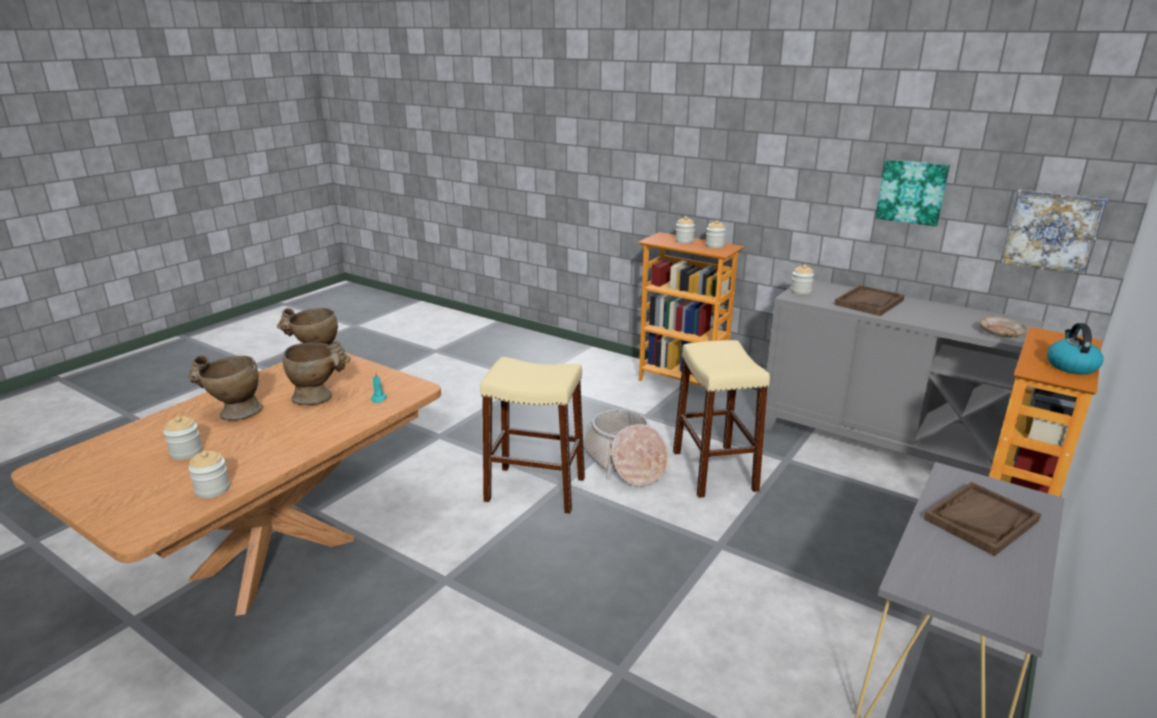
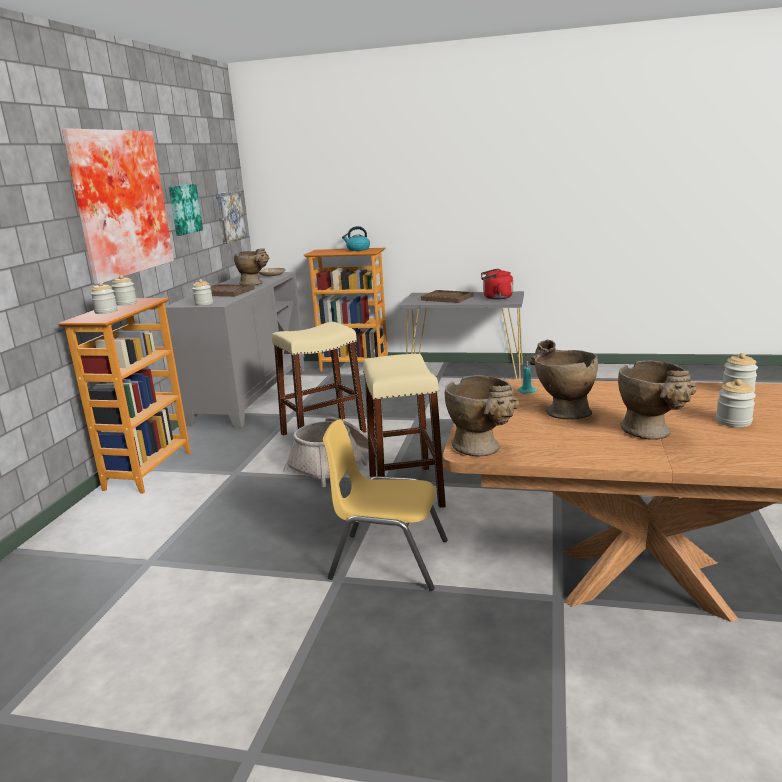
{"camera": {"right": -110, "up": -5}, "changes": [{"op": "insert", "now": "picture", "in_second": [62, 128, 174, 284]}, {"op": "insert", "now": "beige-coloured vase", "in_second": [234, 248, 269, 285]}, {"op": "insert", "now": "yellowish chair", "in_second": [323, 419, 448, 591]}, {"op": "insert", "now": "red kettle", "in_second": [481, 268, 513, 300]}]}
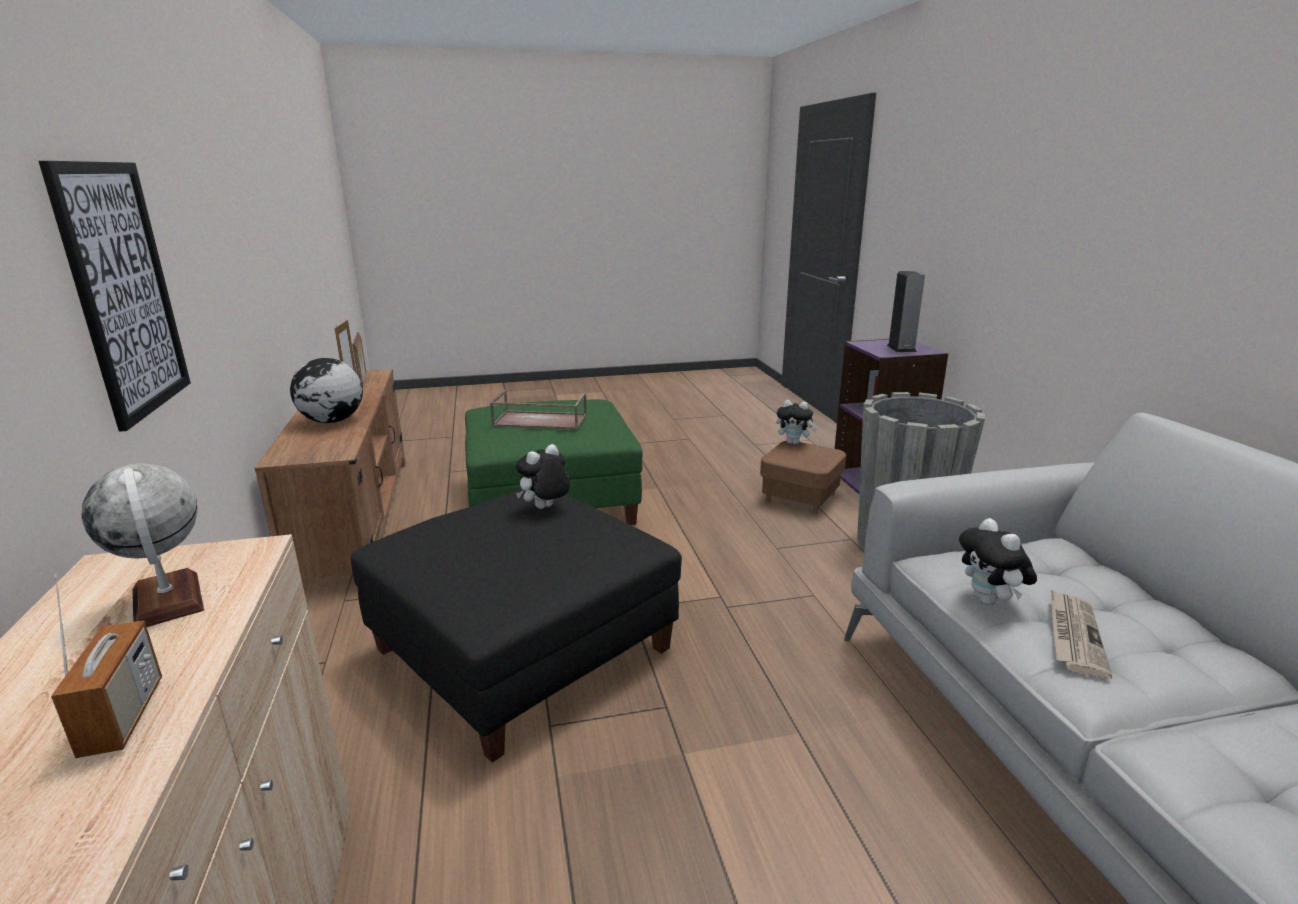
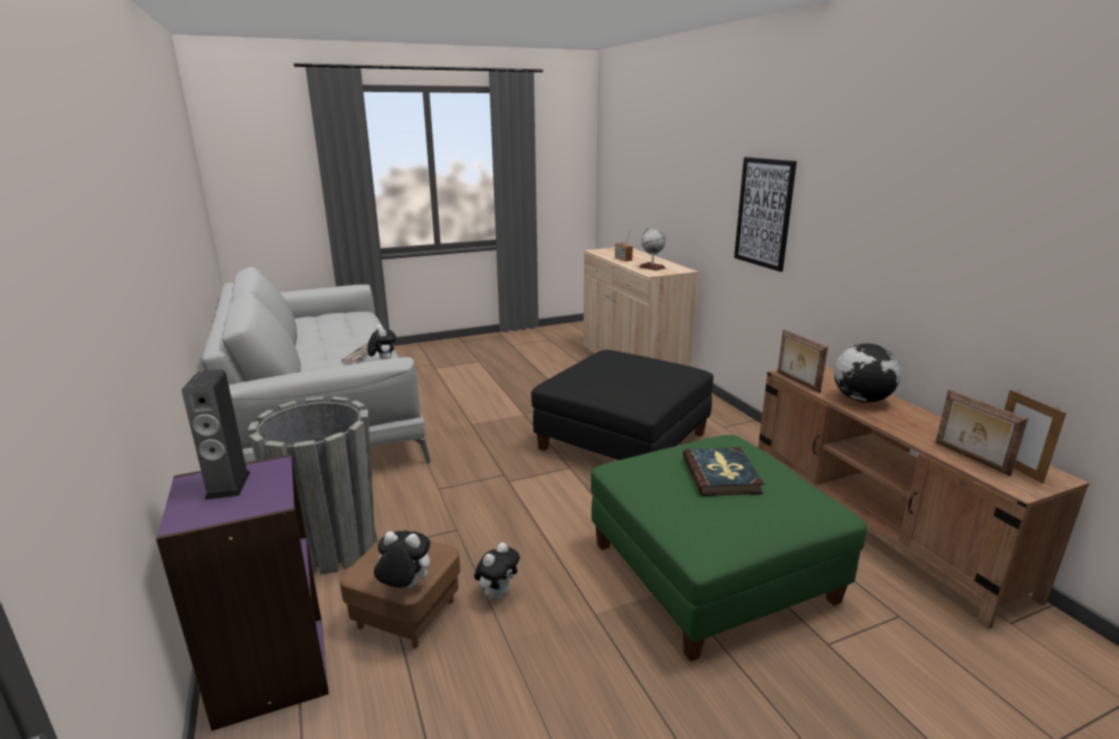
{"camera": {"right": 170, "up": 0}, "changes": [{"op": "insert", "now": "picture frame", "in_second": [777, 329, 828, 393]}, {"op": "move", "was": "cuddly toy", "in_first": [515, 444, 570, 509], "in_second": [474, 542, 520, 599]}, {"op": "replace", "was": "brown carrying tray", "now": "book", "in_first": [490, 390, 587, 430], "in_second": [683, 447, 764, 496]}]}
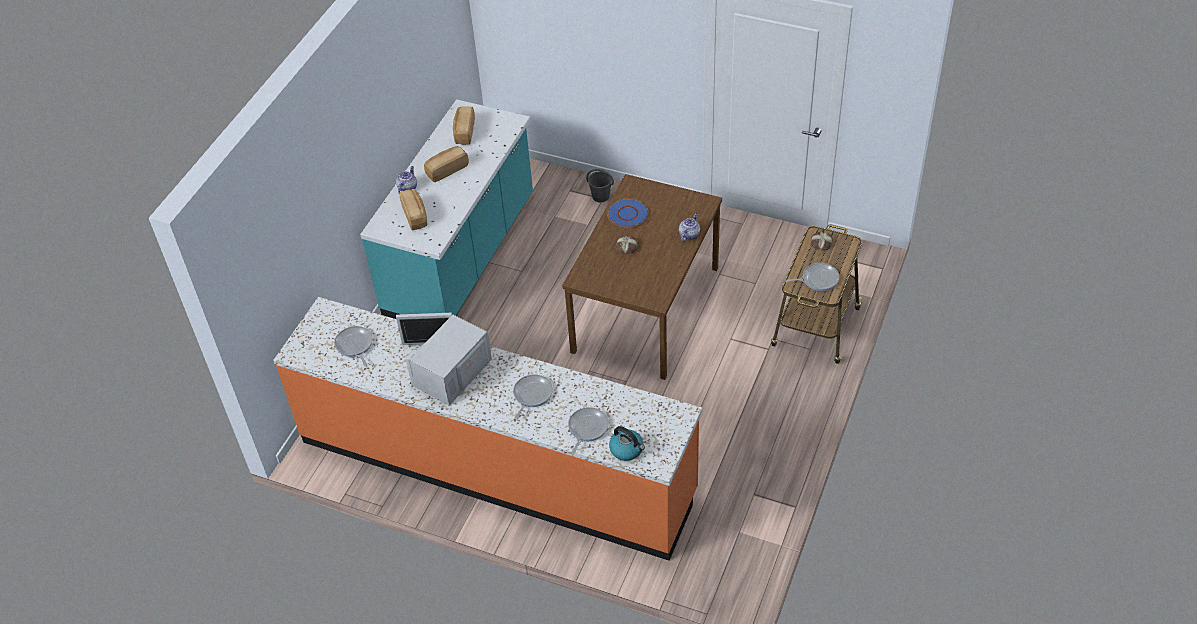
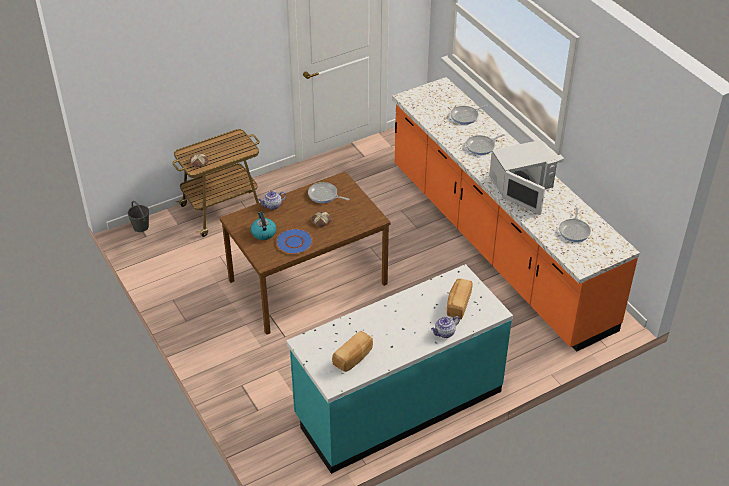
{"camera": {"right": -145, "up": -5}, "changes": [{"op": "delete", "was": "bakery bread", "in_first": [424, 146, 469, 182]}, {"op": "move", "was": "greyish bucket", "in_first": [586, 169, 614, 202], "in_second": [127, 201, 149, 232]}, {"op": "move", "was": "kettle", "in_first": [609, 426, 645, 461], "in_second": [250, 212, 276, 240]}, {"op": "move", "was": "frying pan", "in_first": [785, 263, 839, 291], "in_second": [308, 182, 349, 203]}]}
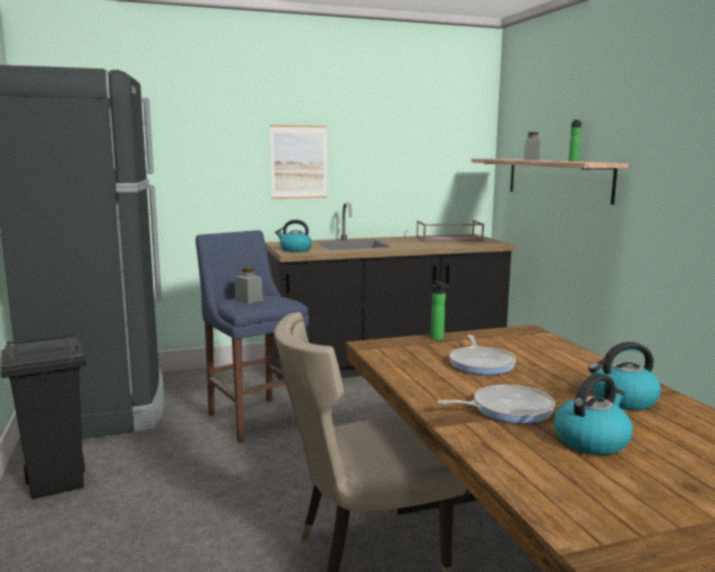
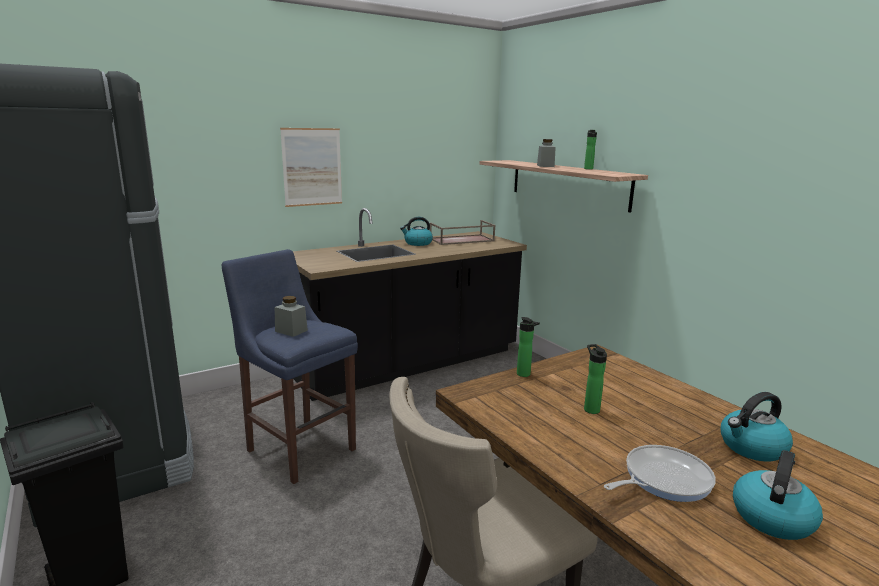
{"camera": {"right": -15, "up": 5}, "changes": [{"op": "move", "was": "kettle", "in_first": [275, 220, 312, 252], "in_second": [400, 217, 433, 246]}, {"op": "replace", "was": "frying pan", "now": "drink bottle", "in_first": [449, 335, 516, 375], "in_second": [584, 344, 607, 414]}]}
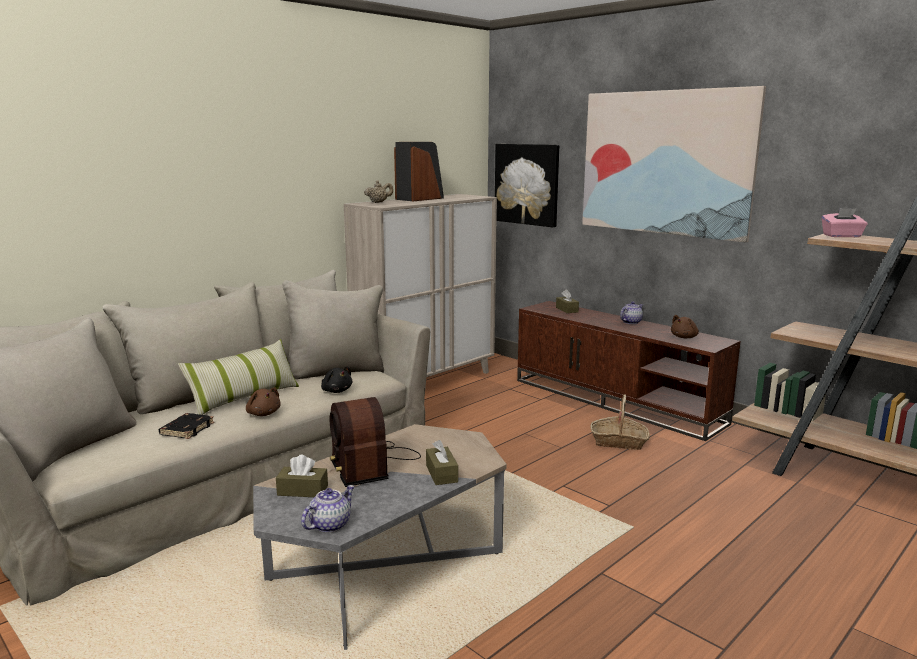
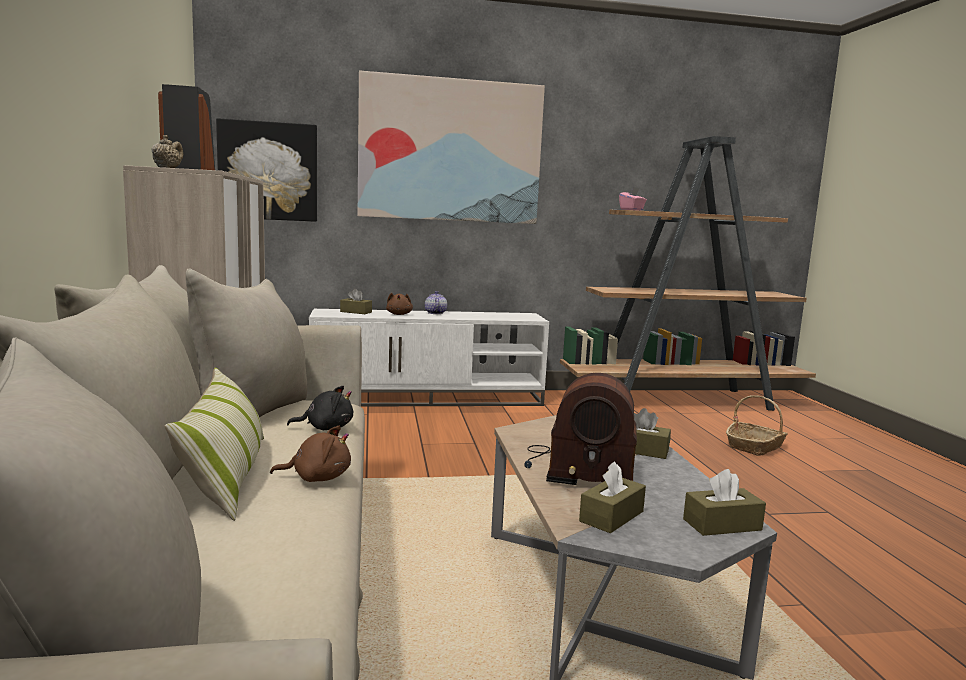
{"camera": {"right": -55, "up": -5}, "changes": [{"op": "delete", "was": "black book", "in_first": [159, 413, 214, 439]}, {"op": "move", "was": "storage basket", "in_first": [590, 394, 650, 450], "in_second": [726, 395, 788, 456]}, {"op": "move", "was": "brown cuddly toy", "in_first": [671, 315, 699, 338], "in_second": [386, 293, 413, 315]}, {"op": "replace", "was": "pot for tea", "now": "brown box of tissues", "in_first": [301, 485, 355, 533], "in_second": [683, 469, 766, 536]}, {"op": "recolor", "was": "brown media console", "now": "white media console", "in_first": [517, 301, 741, 441], "in_second": [309, 309, 549, 406]}]}
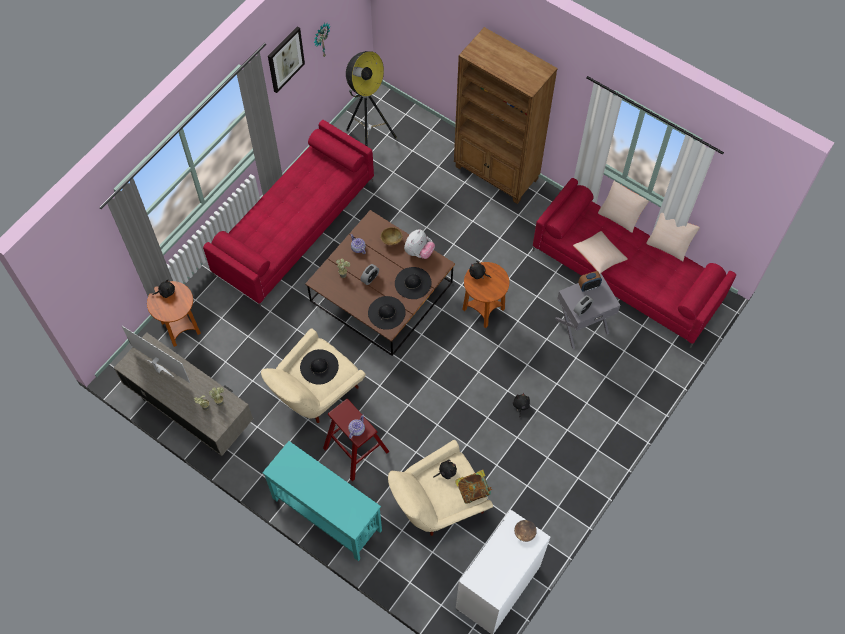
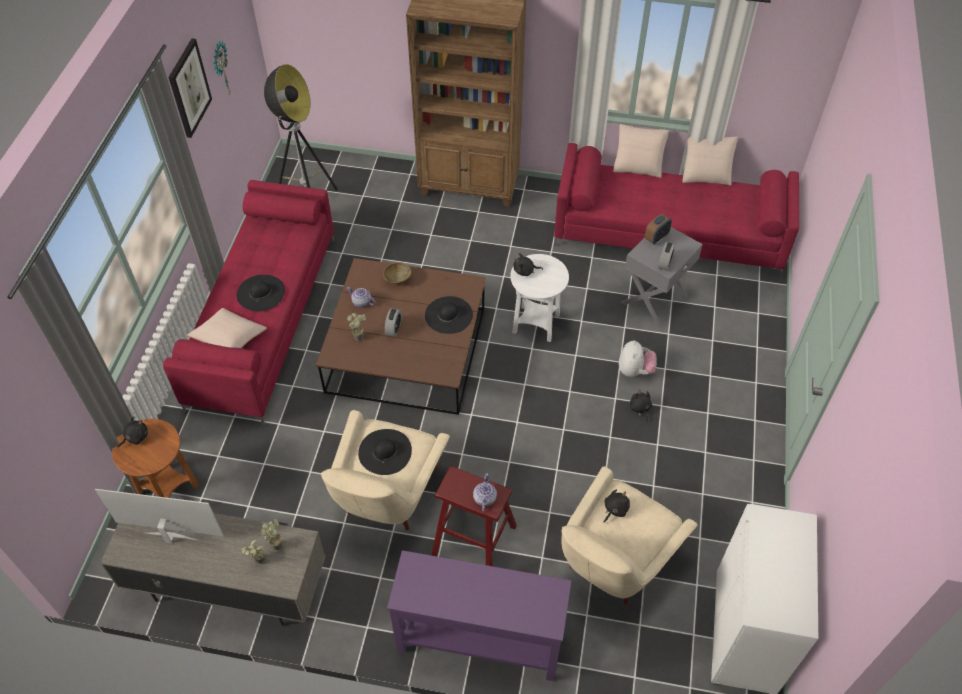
{"camera": {"right": -25, "up": -10}, "changes": [{"op": "delete", "was": "book", "in_first": [455, 470, 493, 504]}, {"op": "delete", "was": "brown serving bowl", "in_first": [514, 520, 537, 542]}, {"op": "move", "was": "black wearable hat", "in_first": [368, 296, 406, 330], "in_second": [237, 275, 285, 311]}, {"op": "move", "was": "cuddly toy", "in_first": [404, 230, 435, 259], "in_second": [619, 340, 657, 377]}, {"op": "move", "was": "beige-coloured cushion", "in_first": [573, 231, 628, 274], "in_second": [187, 308, 267, 348]}, {"op": "recolor", "was": "turquoise console table", "now": "purplish console table", "in_first": [262, 441, 382, 561], "in_second": [387, 550, 571, 681]}, {"op": "recolor", "was": "brown side table", "now": "white side table", "in_first": [462, 262, 509, 328], "in_second": [510, 254, 569, 342]}]}
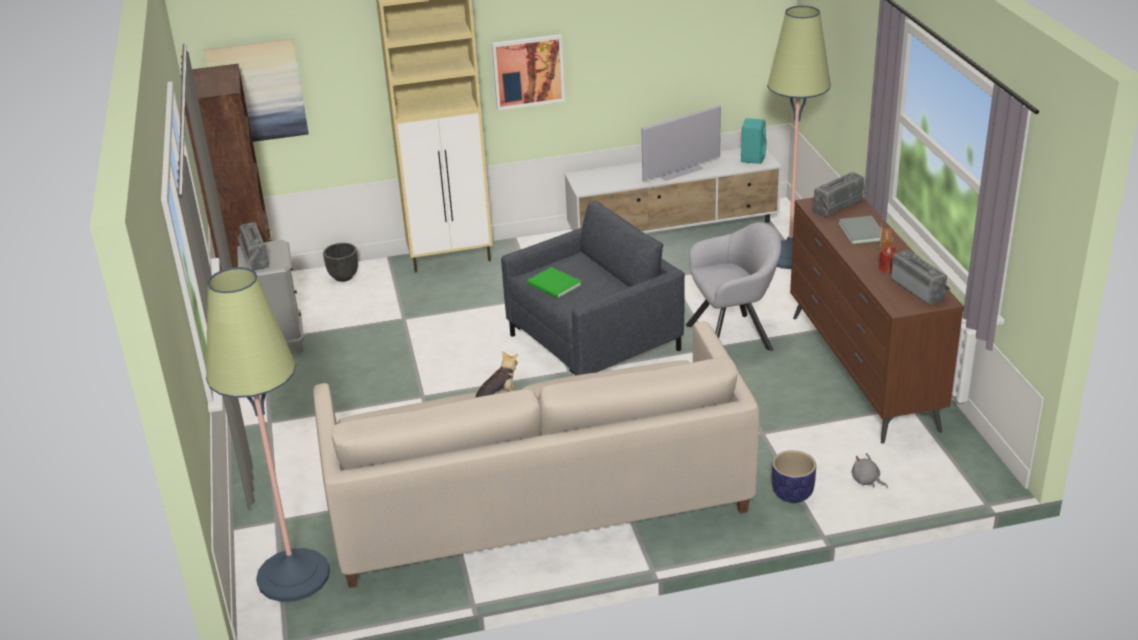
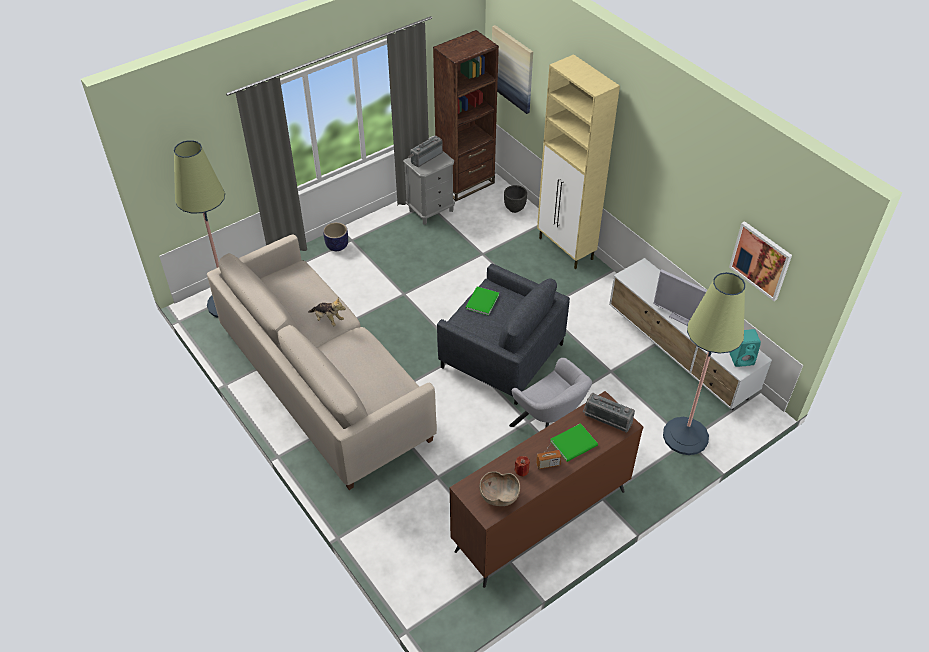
{"camera": {"right": 65, "up": 15}, "changes": [{"op": "delete", "was": "greyish cuddly toy", "in_first": [852, 453, 888, 488]}, {"op": "move", "was": "picture", "in_first": [492, 34, 565, 110], "in_second": [729, 221, 792, 301]}, {"op": "move", "was": "plant pot", "in_first": [772, 450, 816, 503], "in_second": [323, 222, 348, 251]}, {"op": "replace", "was": "radio receiver", "now": "brown serving bowl", "in_first": [891, 250, 951, 305], "in_second": [479, 471, 520, 506]}, {"op": "recolor", "was": "greyish book", "now": "green book", "in_first": [838, 216, 881, 244], "in_second": [550, 423, 598, 462]}]}
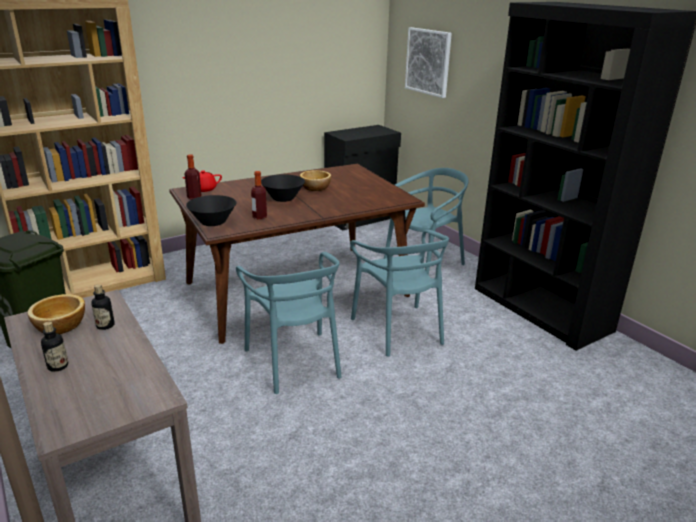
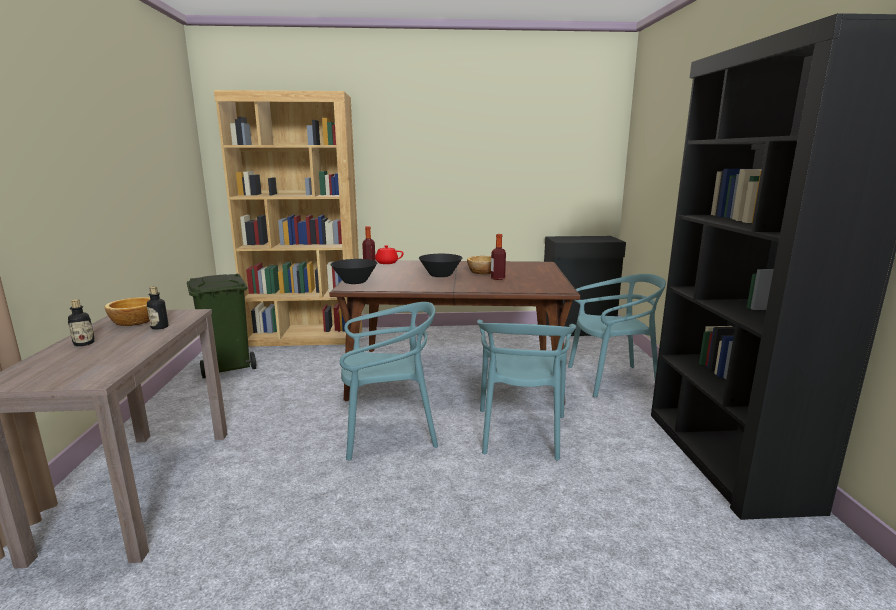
{"camera": {"right": 30, "up": -10}, "changes": [{"op": "delete", "was": "picture", "in_first": [405, 27, 452, 98]}, {"op": "move", "was": "drink bottle", "in_first": [251, 171, 267, 219], "in_second": [491, 234, 506, 280]}, {"op": "rotate", "was": "turquoise chair", "in_first": [236, 252, 342, 394], "in_second": [340, 302, 438, 460], "clockwise": -105}]}
